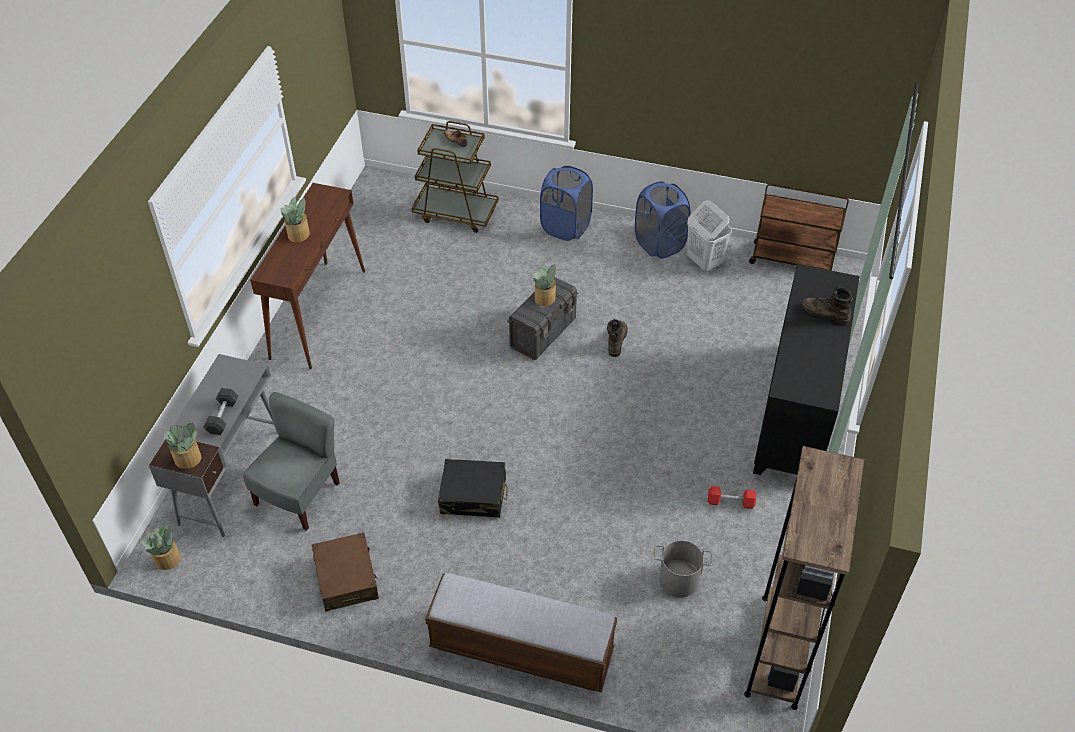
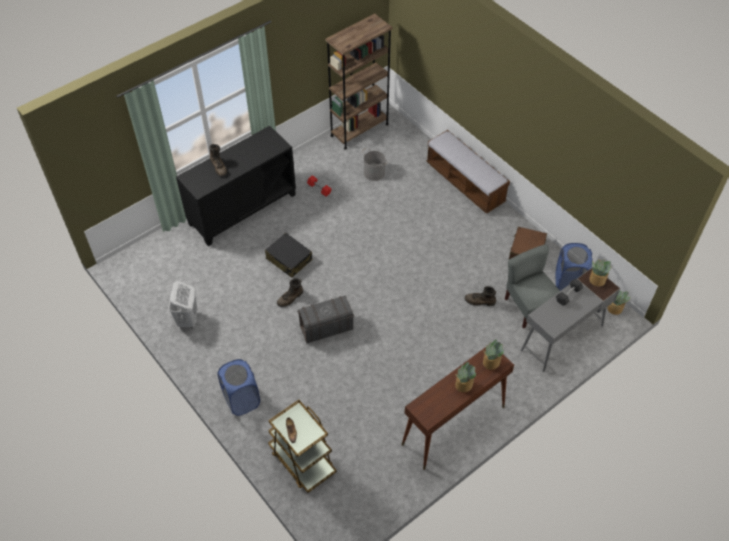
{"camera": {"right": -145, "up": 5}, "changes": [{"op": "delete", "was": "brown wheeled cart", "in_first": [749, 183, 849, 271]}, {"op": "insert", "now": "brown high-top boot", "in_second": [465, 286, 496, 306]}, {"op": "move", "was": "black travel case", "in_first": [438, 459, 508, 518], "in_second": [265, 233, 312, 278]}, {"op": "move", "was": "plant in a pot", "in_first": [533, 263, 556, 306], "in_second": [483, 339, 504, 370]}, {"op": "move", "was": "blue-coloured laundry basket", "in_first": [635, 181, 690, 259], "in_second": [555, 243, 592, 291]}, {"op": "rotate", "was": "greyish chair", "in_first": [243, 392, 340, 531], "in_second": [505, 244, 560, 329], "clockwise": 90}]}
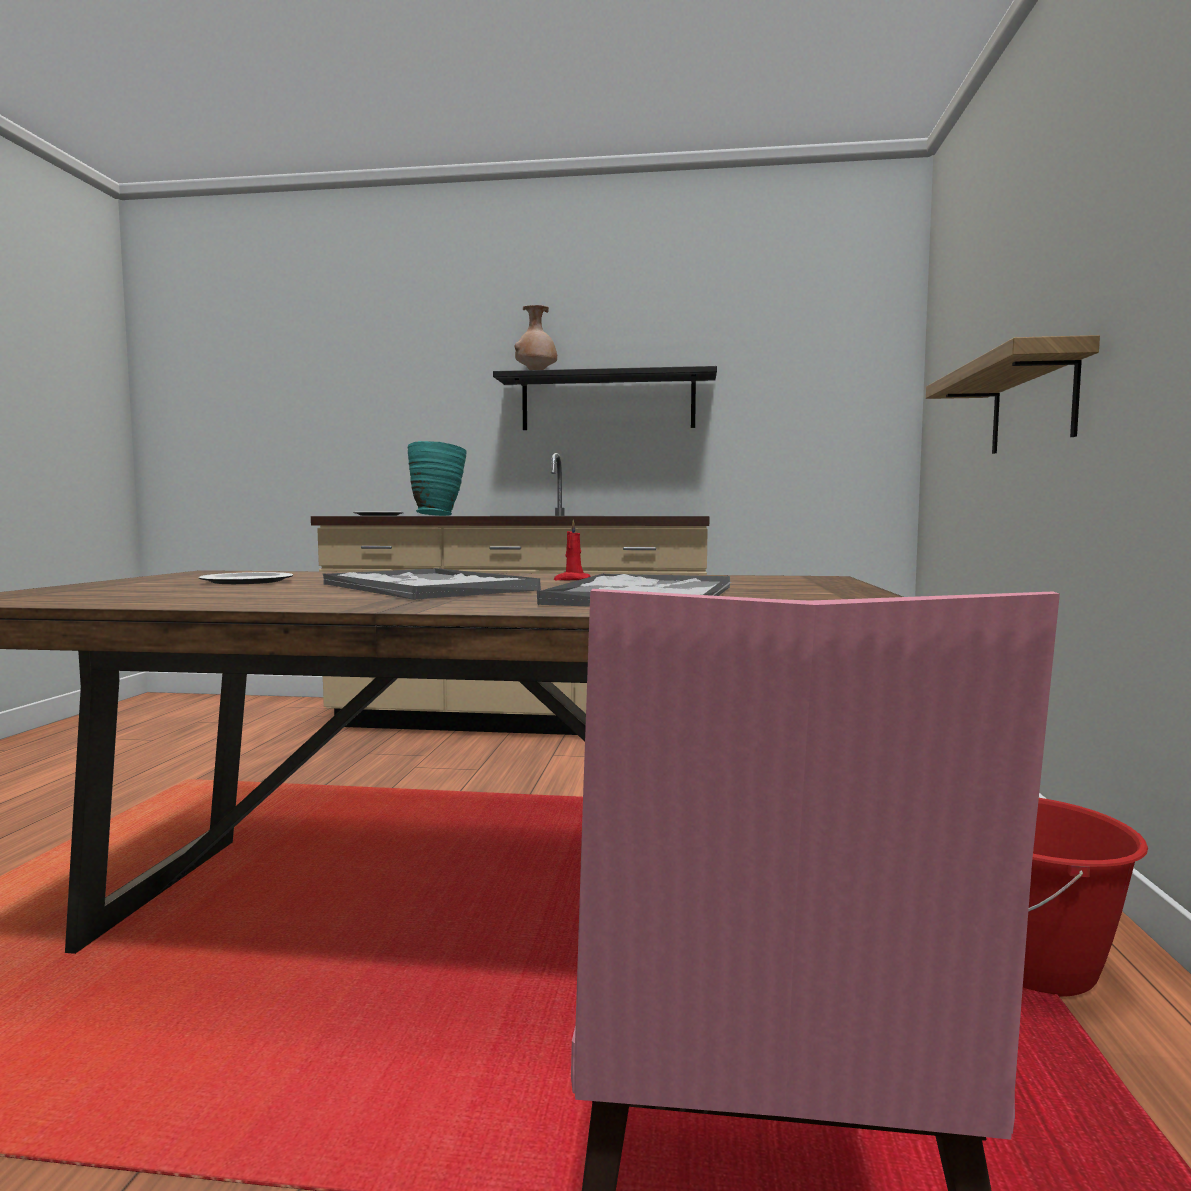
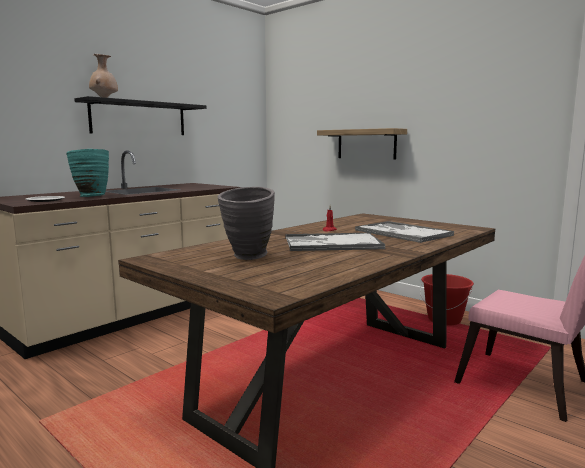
{"camera": {"right": -55, "up": 5}, "changes": [{"op": "replace", "was": "plate", "now": "greyish vase", "in_first": [199, 572, 293, 584], "in_second": [218, 187, 275, 260]}]}
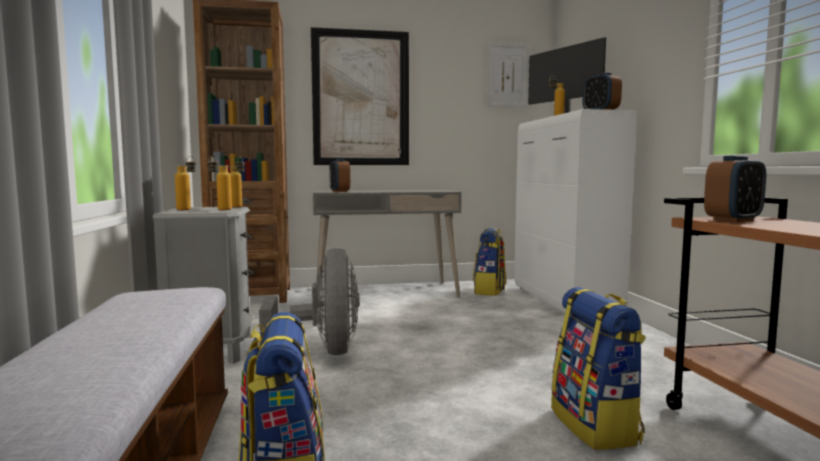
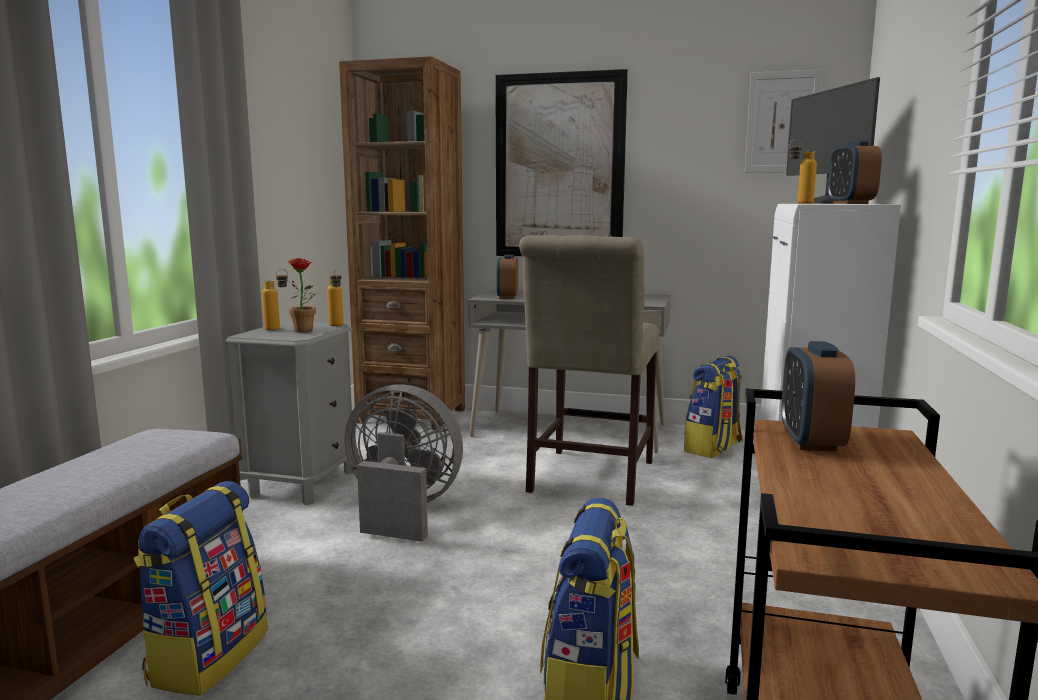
{"camera": {"right": 25, "up": 5}, "changes": [{"op": "insert", "now": "beige-coloured chair", "in_second": [519, 235, 659, 506]}, {"op": "replace", "was": "drink bottle", "now": "plant in a pot", "in_first": [208, 156, 232, 210], "in_second": [284, 258, 318, 333]}, {"op": "rotate", "was": "greyish fan", "in_first": [259, 248, 359, 355], "in_second": [345, 384, 463, 542], "clockwise": -90}, {"op": "rotate", "was": "alarm clock", "in_first": [704, 156, 766, 222], "in_second": [782, 341, 855, 452], "clockwise": 105}]}
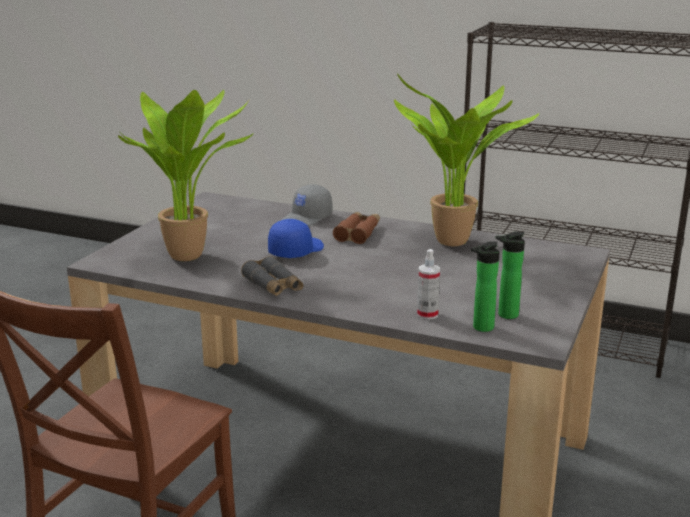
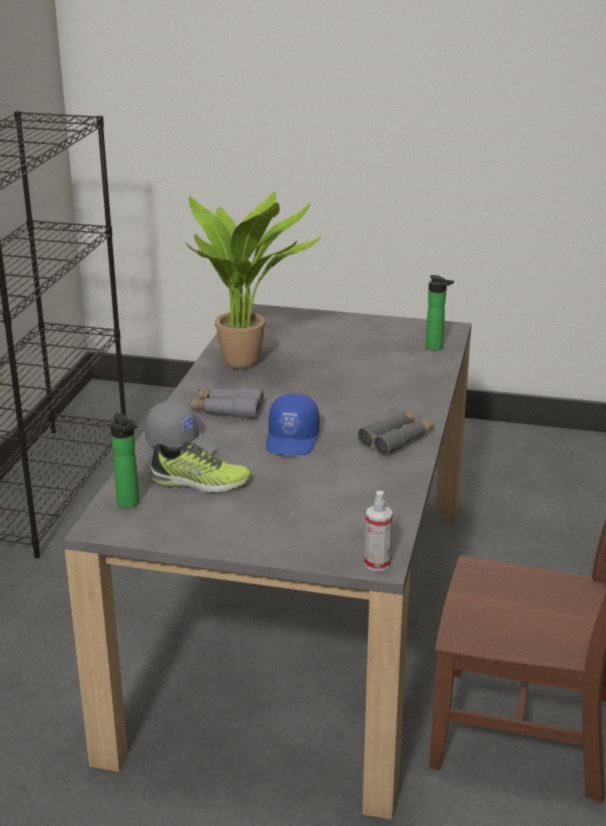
{"camera": {"right": -100, "up": 5}, "changes": [{"op": "delete", "was": "plant in a pot", "in_first": [118, 90, 255, 261]}, {"op": "insert", "now": "low shoe", "in_second": [149, 441, 250, 493]}, {"op": "move", "was": "spray bottle", "in_first": [417, 249, 440, 320], "in_second": [364, 491, 393, 571]}, {"op": "move", "was": "drink bottle", "in_first": [496, 231, 525, 319], "in_second": [110, 413, 139, 508]}, {"op": "recolor", "was": "brown binoculars", "now": "greyish binoculars", "in_first": [333, 212, 380, 244], "in_second": [191, 388, 263, 419]}, {"op": "rotate", "was": "blue-coloured cap", "in_first": [268, 219, 324, 258], "in_second": [266, 393, 320, 455], "clockwise": -105}]}
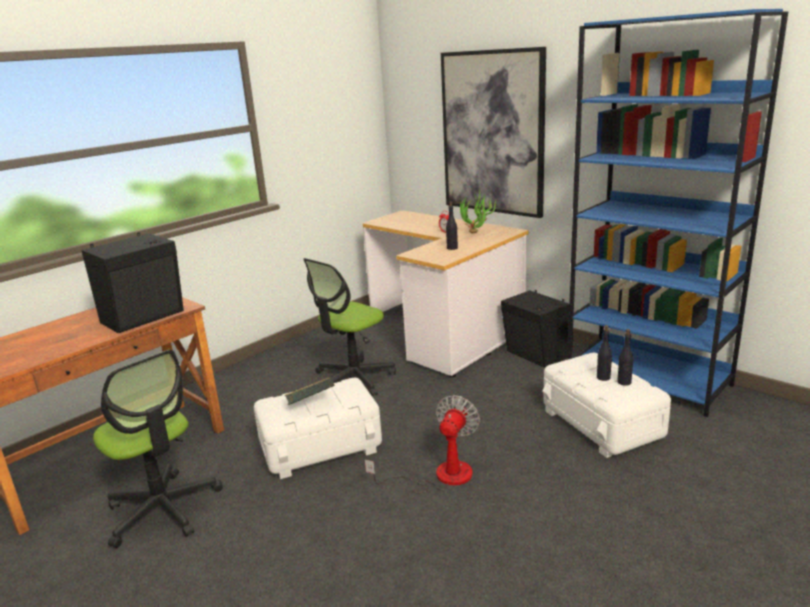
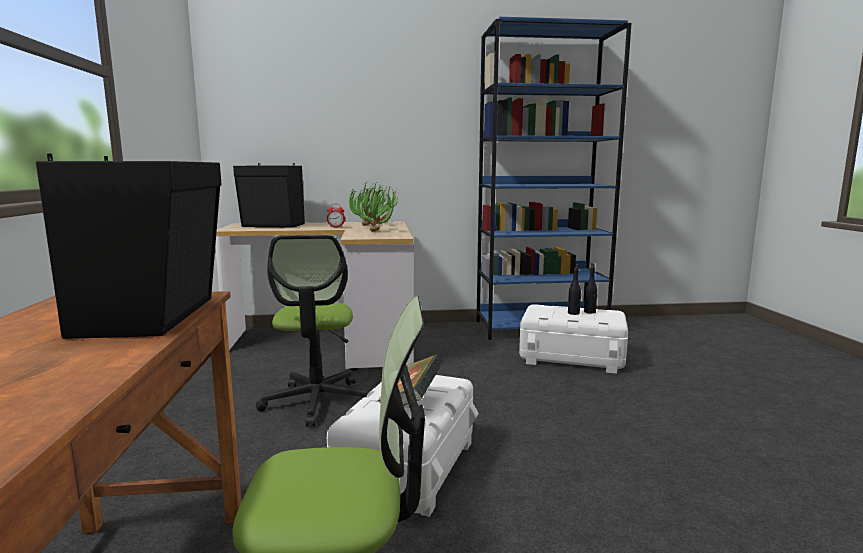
{"camera": {"right": -50, "up": -10}, "changes": [{"op": "delete", "was": "fan", "in_first": [365, 395, 480, 493]}, {"op": "delete", "was": "picture", "in_first": [441, 47, 546, 218]}, {"op": "move", "was": "black audio speaker", "in_first": [501, 290, 569, 368], "in_second": [233, 163, 305, 228]}, {"op": "replace", "was": "black drink bottle", "now": "plant in a pot", "in_first": [446, 201, 458, 250], "in_second": [356, 181, 398, 232]}]}
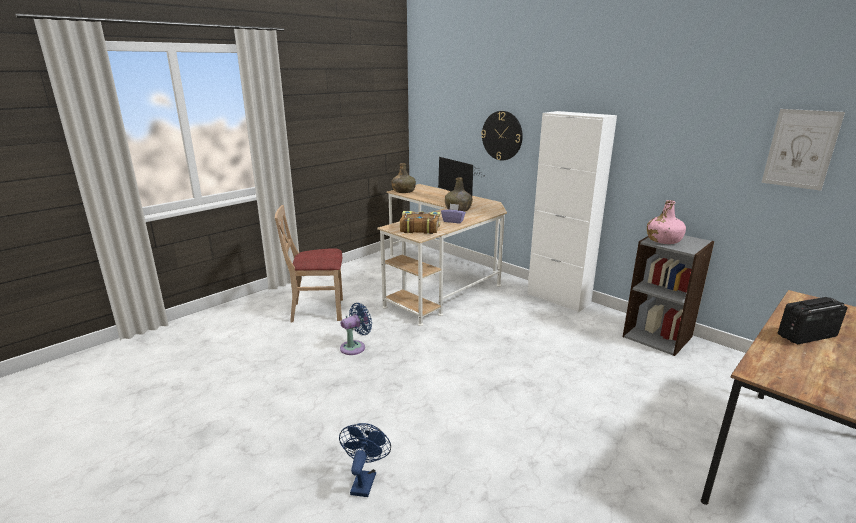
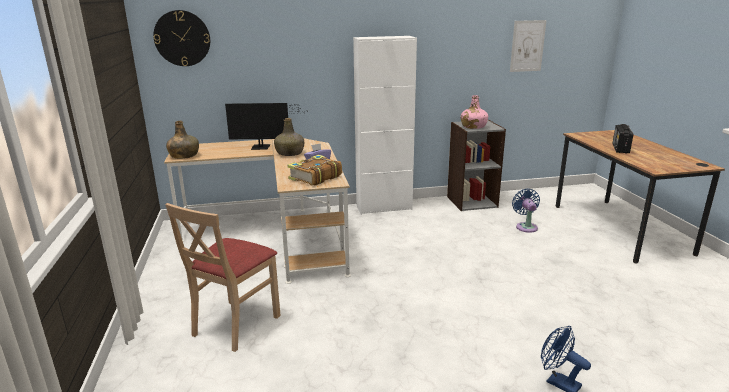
{"camera": {"right": -55, "up": 0}, "changes": [{"op": "move", "was": "blue-coloured fan", "in_first": [340, 303, 372, 355], "in_second": [512, 189, 540, 233]}, {"op": "move", "was": "hanging clock", "in_first": [481, 111, 523, 160], "in_second": [153, 10, 210, 66]}]}
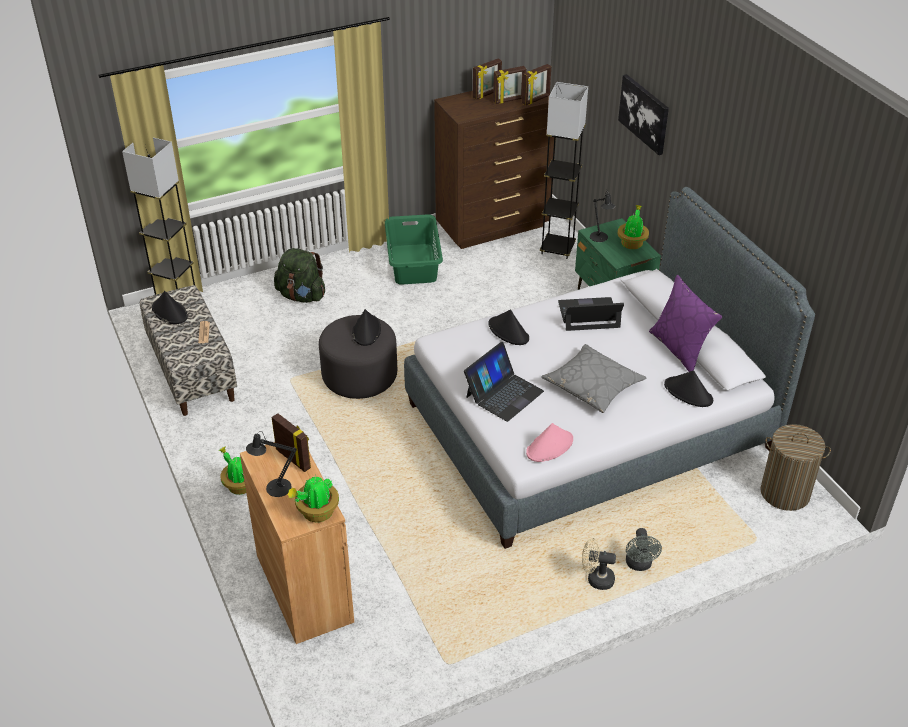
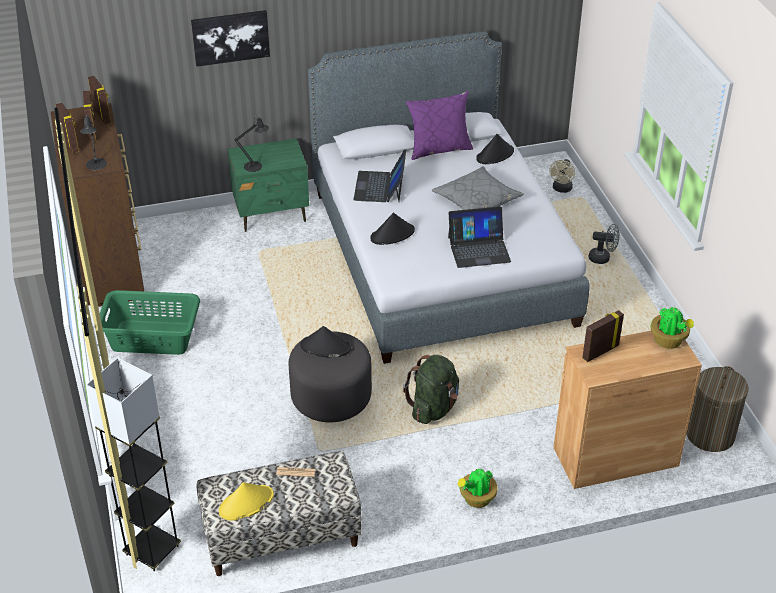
{"camera": {"right": -80, "up": 0}, "changes": [{"op": "delete", "was": "pinkish wearable hat", "in_first": [526, 423, 573, 462]}, {"op": "delete", "was": "greyish standard lamp", "in_first": [540, 82, 588, 259]}, {"op": "delete", "was": "plant in a pot", "in_first": [617, 205, 649, 249]}, {"op": "move", "was": "black table lamp", "in_first": [246, 431, 297, 497], "in_second": [80, 113, 107, 170]}, {"op": "move", "was": "green backpack", "in_first": [274, 248, 325, 303], "in_second": [403, 355, 459, 424]}, {"op": "move", "was": "beige-coloured fan", "in_first": [582, 538, 616, 590], "in_second": [549, 159, 575, 193]}, {"op": "move", "was": "laundry basket", "in_first": [760, 424, 831, 511], "in_second": [687, 366, 749, 452]}, {"op": "recolor", "was": "black wearable hat", "now": "yellowish wearable hat", "in_first": [152, 291, 188, 324], "in_second": [219, 482, 274, 521]}, {"op": "rotate", "was": "portable computer", "in_first": [464, 342, 544, 422], "in_second": [448, 206, 511, 268], "clockwise": 120}]}
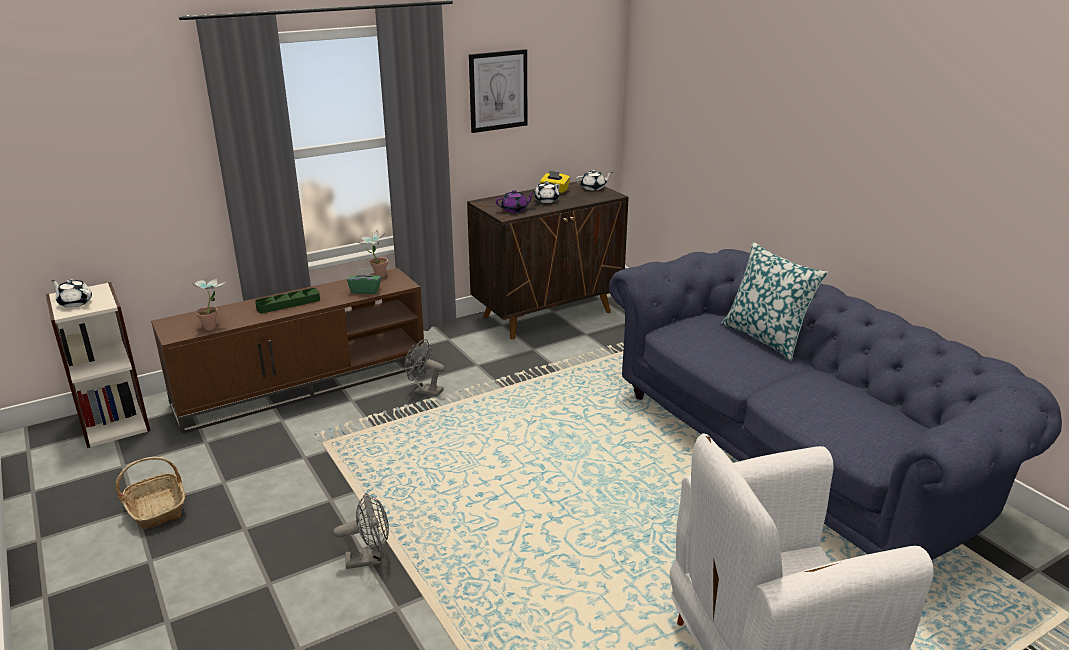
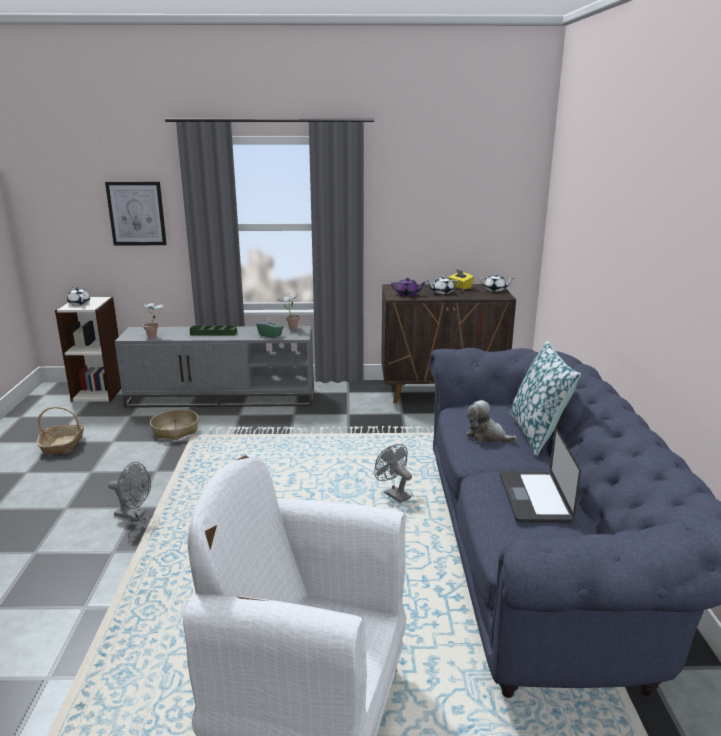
{"camera": {"right": 30, "up": -5}, "changes": [{"op": "insert", "now": "storage basket", "in_second": [150, 409, 199, 440]}, {"op": "insert", "now": "cuddly toy", "in_second": [466, 400, 517, 443]}, {"op": "insert", "now": "portable computer", "in_second": [500, 427, 581, 523]}, {"op": "move", "was": "greyish fan", "in_first": [404, 339, 445, 397], "in_second": [374, 444, 412, 503]}, {"op": "move", "was": "picture", "in_first": [469, 49, 527, 133], "in_second": [105, 182, 167, 246]}, {"op": "recolor", "was": "brown media console", "now": "greyish media console", "in_first": [151, 268, 426, 434], "in_second": [115, 326, 314, 408]}]}
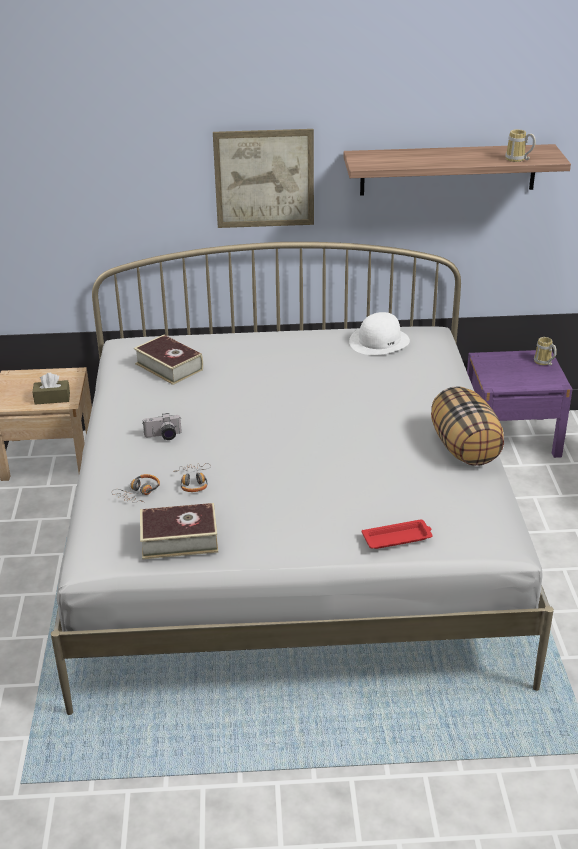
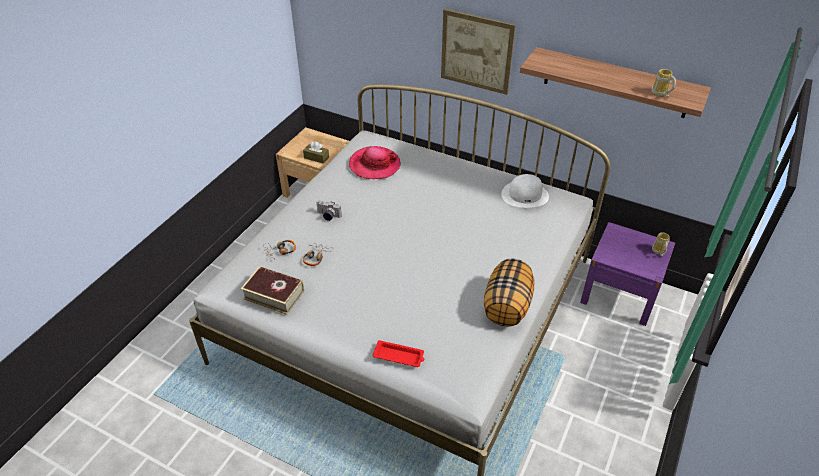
{"camera": {"right": 30, "up": 10}, "changes": [{"op": "replace", "was": "book", "now": "wearable hat", "in_first": [134, 335, 203, 385], "in_second": [349, 146, 401, 179]}]}
